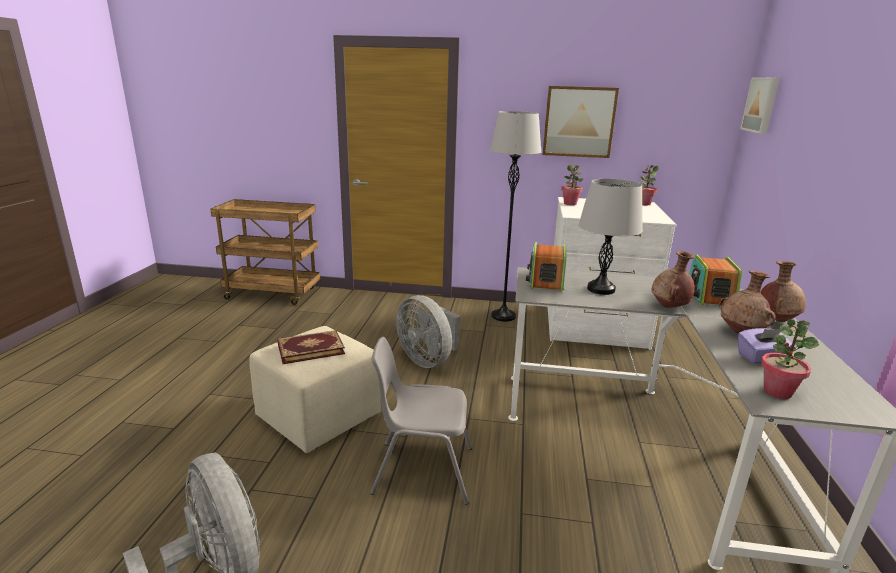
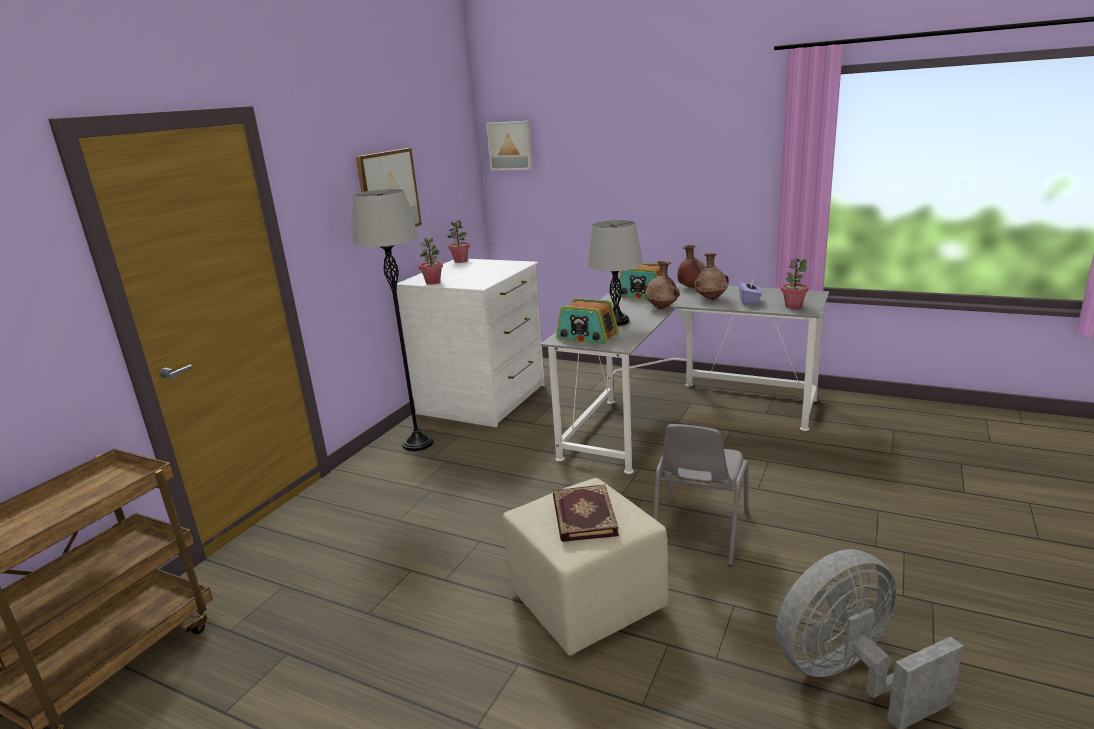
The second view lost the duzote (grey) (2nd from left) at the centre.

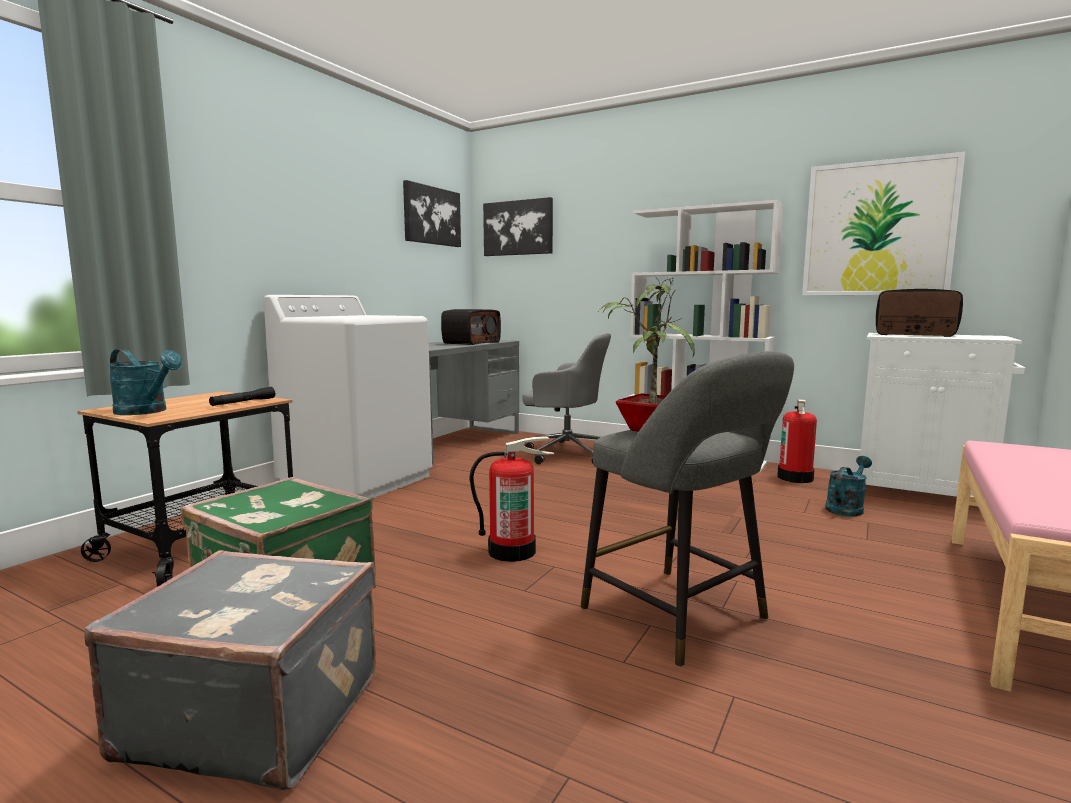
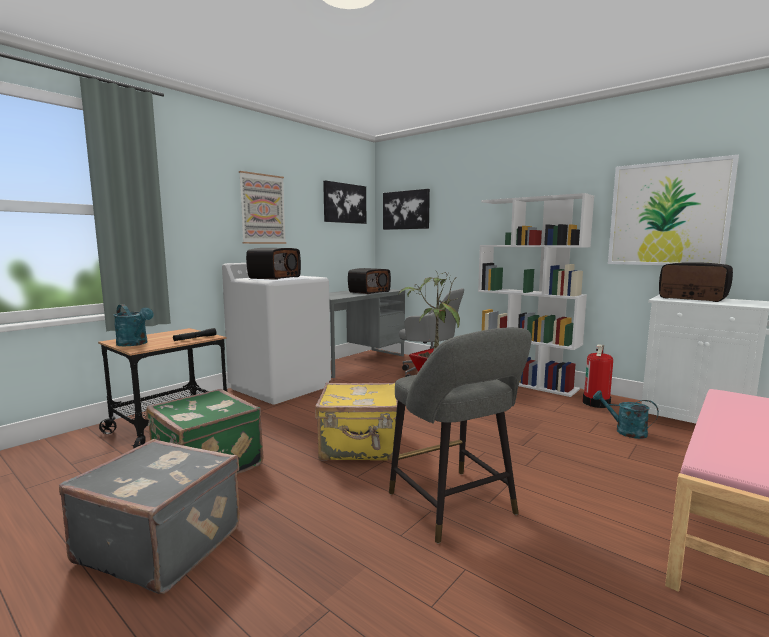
Where the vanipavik (1st from left) stood at the centre, the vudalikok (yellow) came to stand at the centre. The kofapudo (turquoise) (2nd from left) at the middle right ended up facing another way, 105 degrees counterclockwise from before. The second view gained the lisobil (1st from left) at the top centre. The second view gained the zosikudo (1st from left) at the centre.

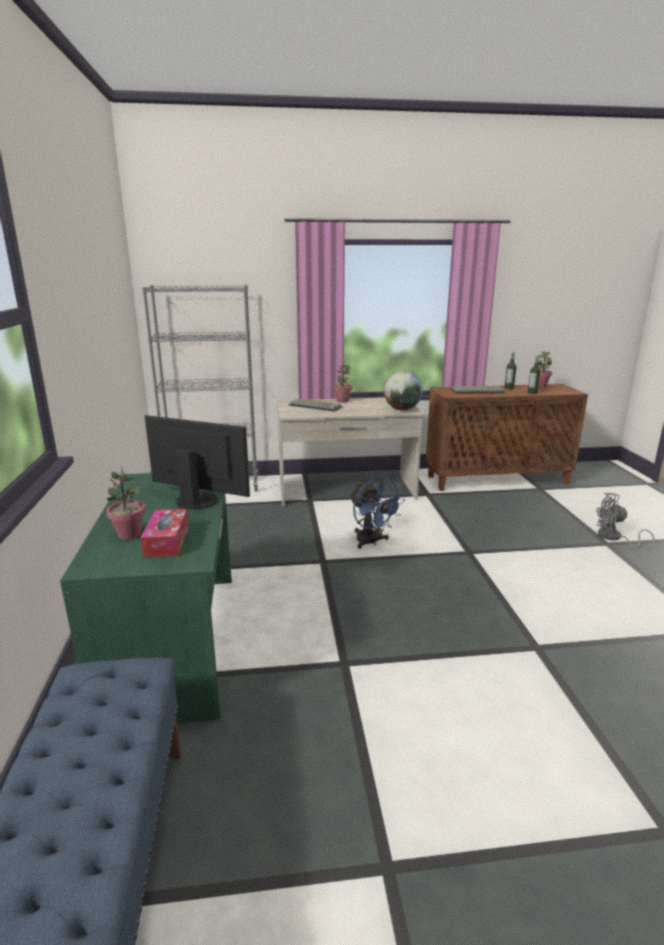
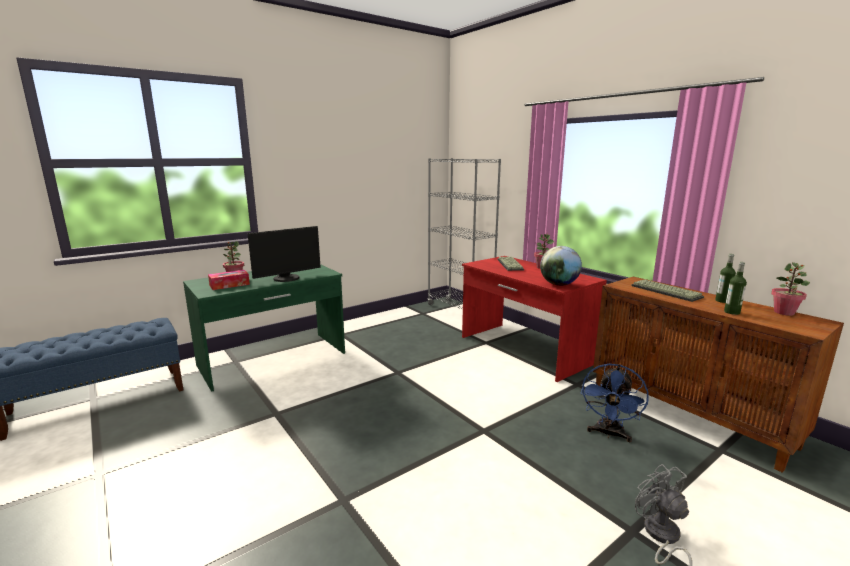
The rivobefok at the middle left ended up facing another way, 60 degrees clockwise from before. What was the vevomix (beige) at the centre turned into the vevomix (red) at the centre. The duzote (blue) ended up elsewhere, having gone from the centre to the bottom right.

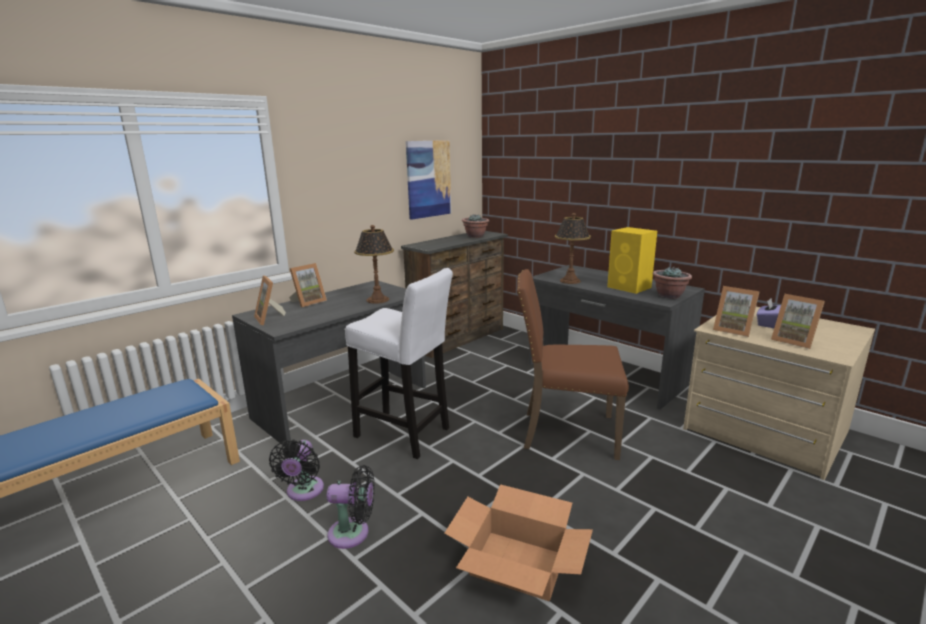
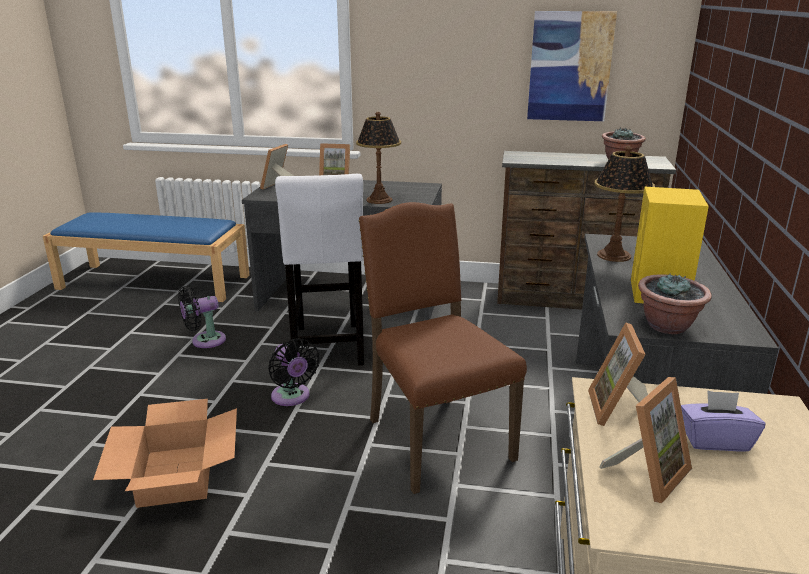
The duzote (black) (2nd from left) ended up elsewhere, having gone from the bottom centre to the centre. The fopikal (4th from left) at the middle right ended up facing another way, 150 degrees counterclockwise from before.

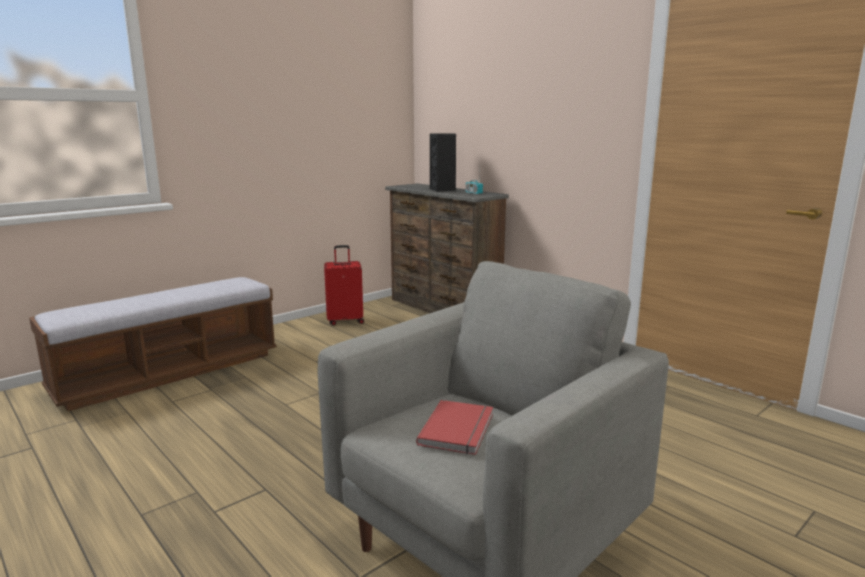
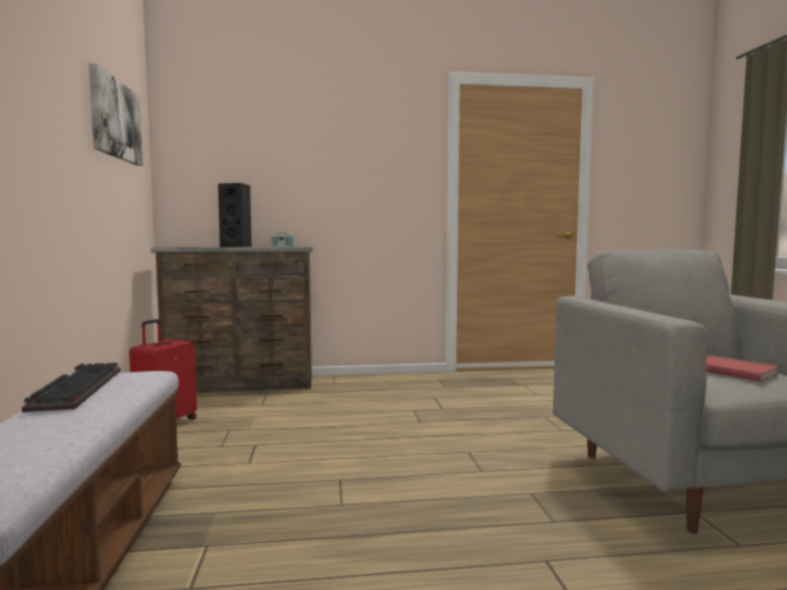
The second view gained the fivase at the middle left. The second view gained the lisobil at the top left.

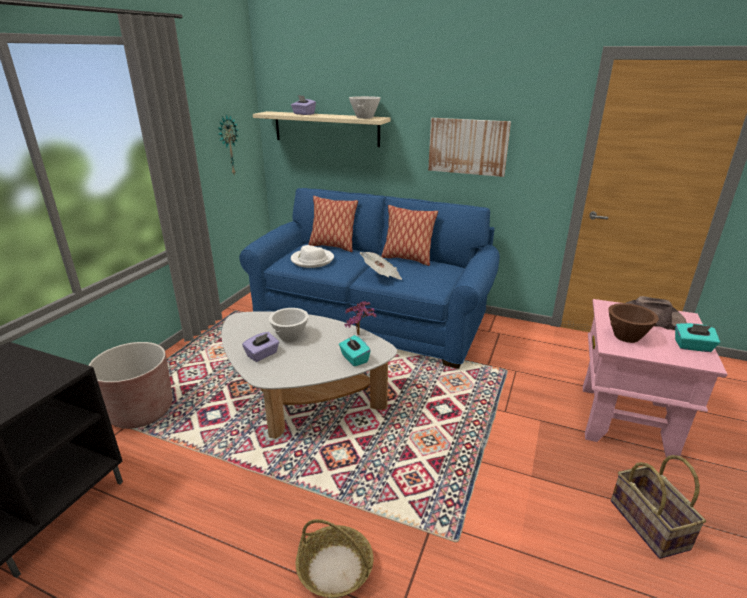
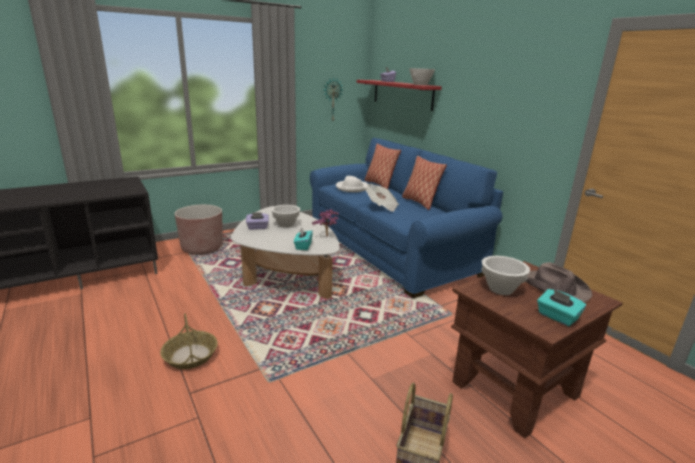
What was the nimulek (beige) at the top centre turned into the nimulek (red) at the top centre. The second view lost the lisobil at the top centre. What was the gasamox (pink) at the middle right turned into the gasamox (brown) at the bottom right. What was the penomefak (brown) at the middle right turned into the penomefak (white) (3rd from left) at the middle right.

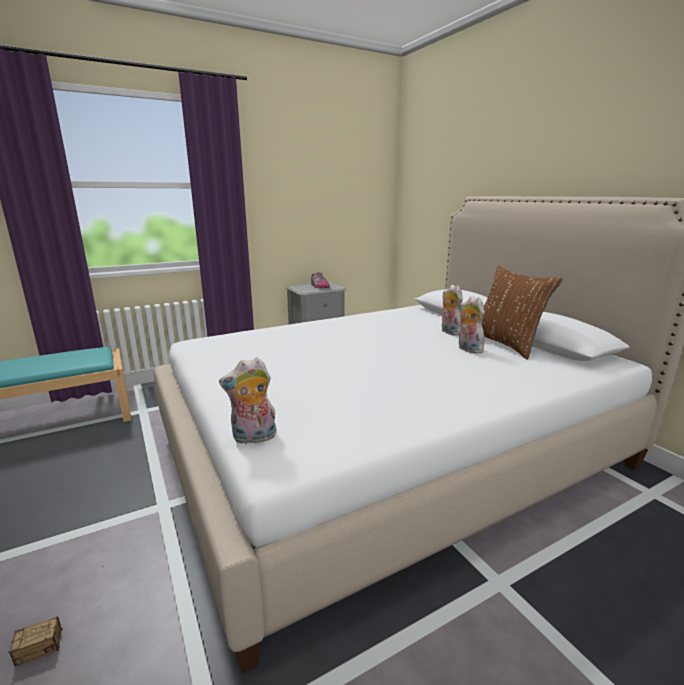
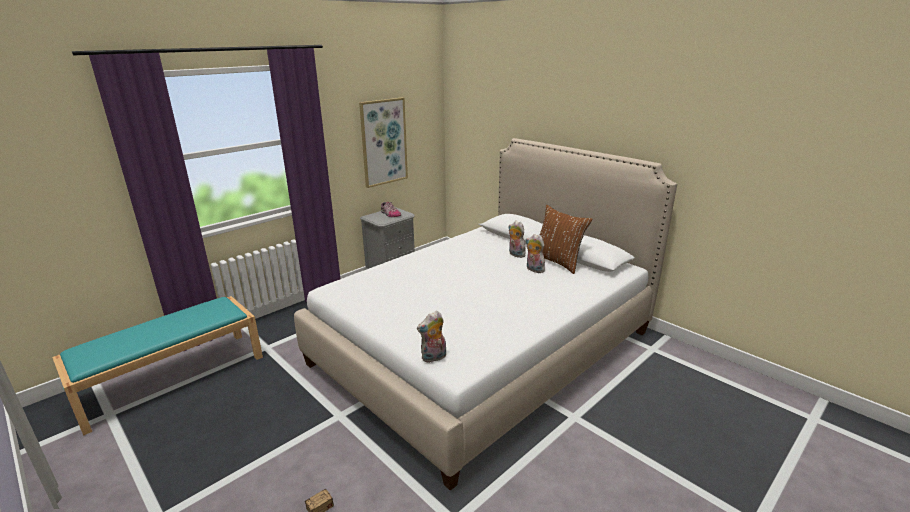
The second view gained the lisobil at the top centre.

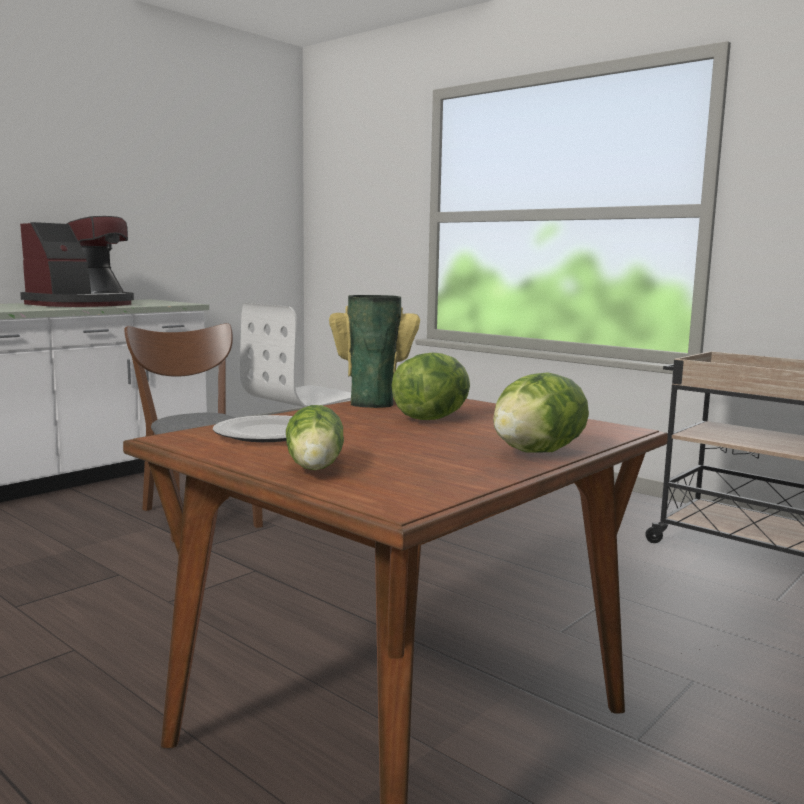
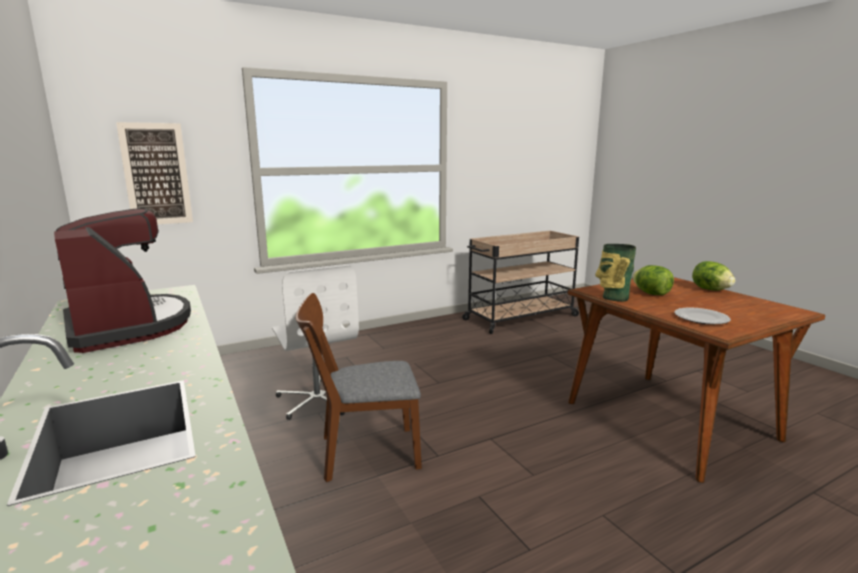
The second view lost the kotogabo (1st from left) at the centre. The second view gained the lisobil at the top left.

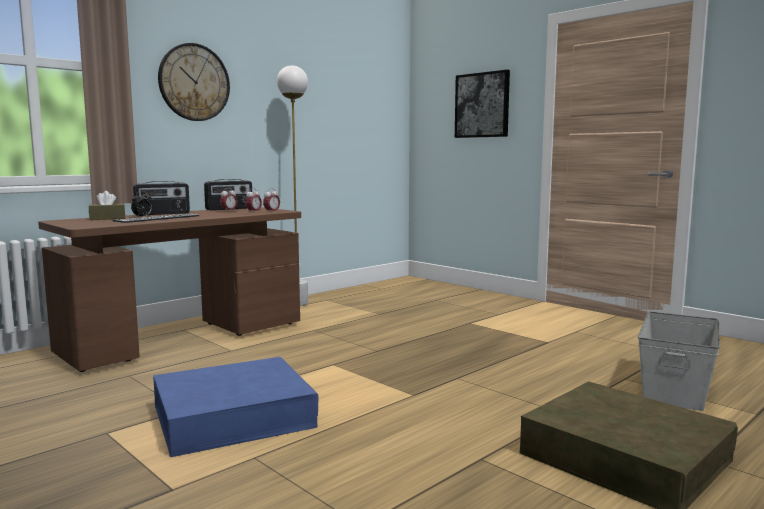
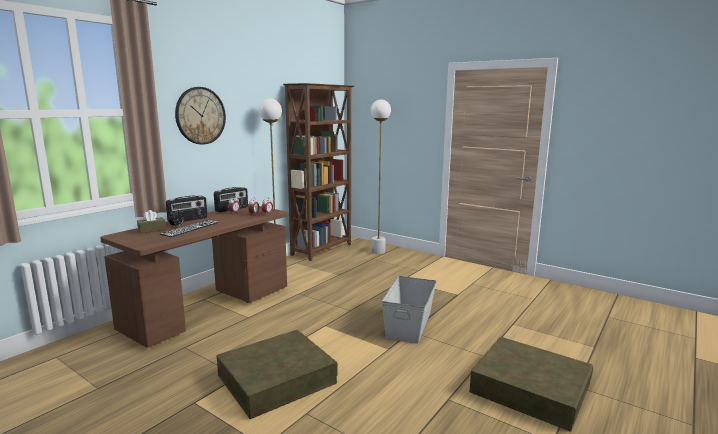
What was the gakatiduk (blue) at the bottom left turned into the gakatiduk (brown) (1st from left) at the bottom centre. The second view lost the lisobil at the top centre. The gakatiduk (grey) ended up elsewhere, having gone from the bottom right to the bottom centre. The second view gained the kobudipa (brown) at the centre. The second view gained the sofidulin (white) (2nd from left) at the centre.

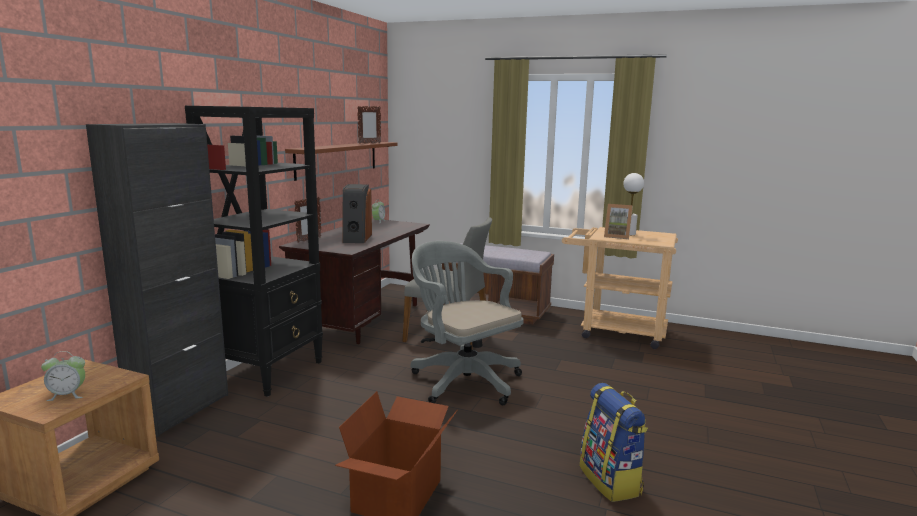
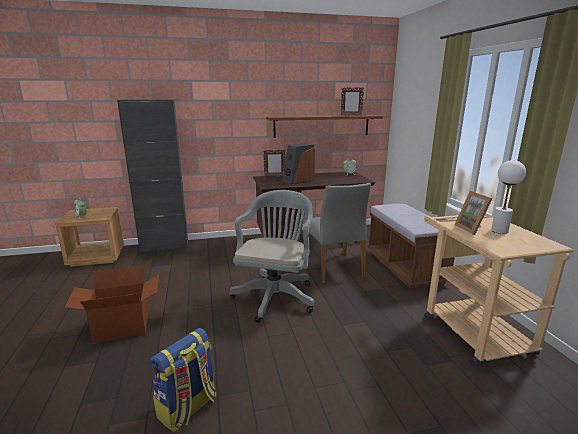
The second view lost the kobudipa (black) at the middle left.

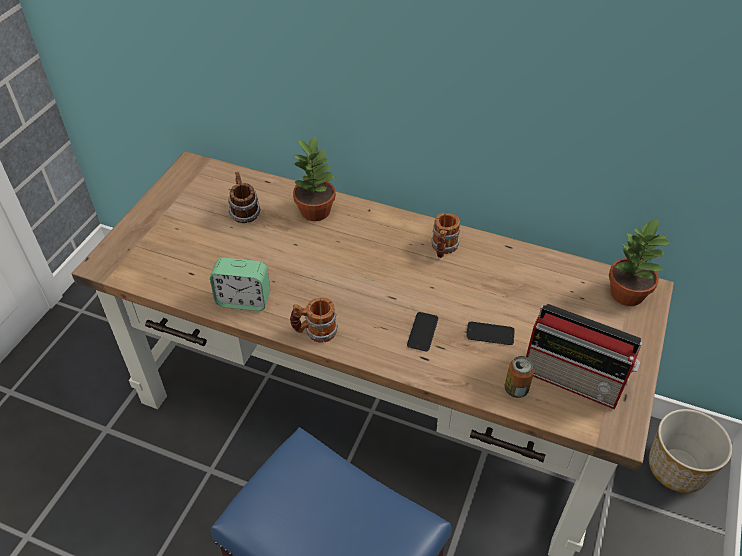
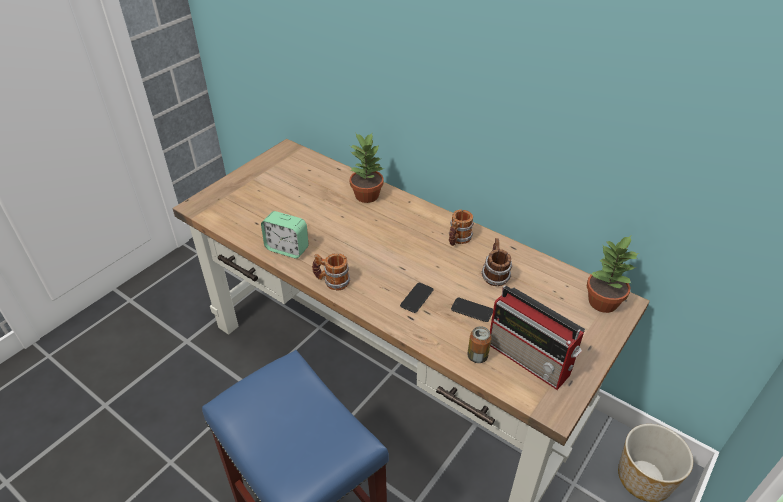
The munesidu (1st from left in the first image) ended up elsewhere, having gone from the middle left to the centre.

